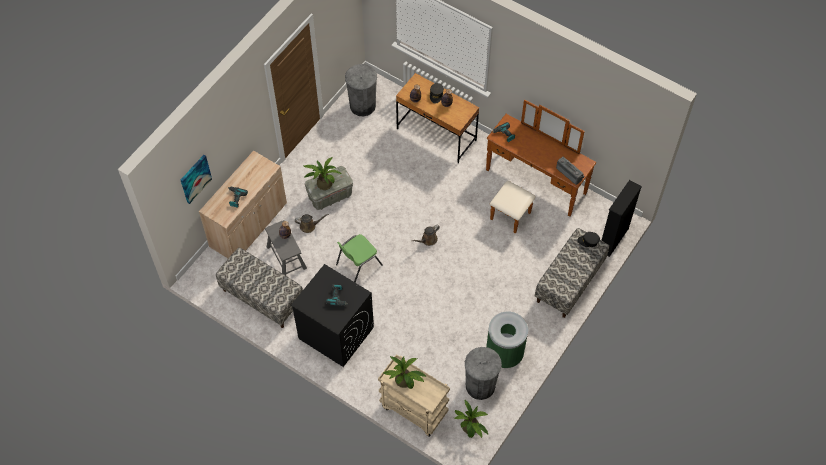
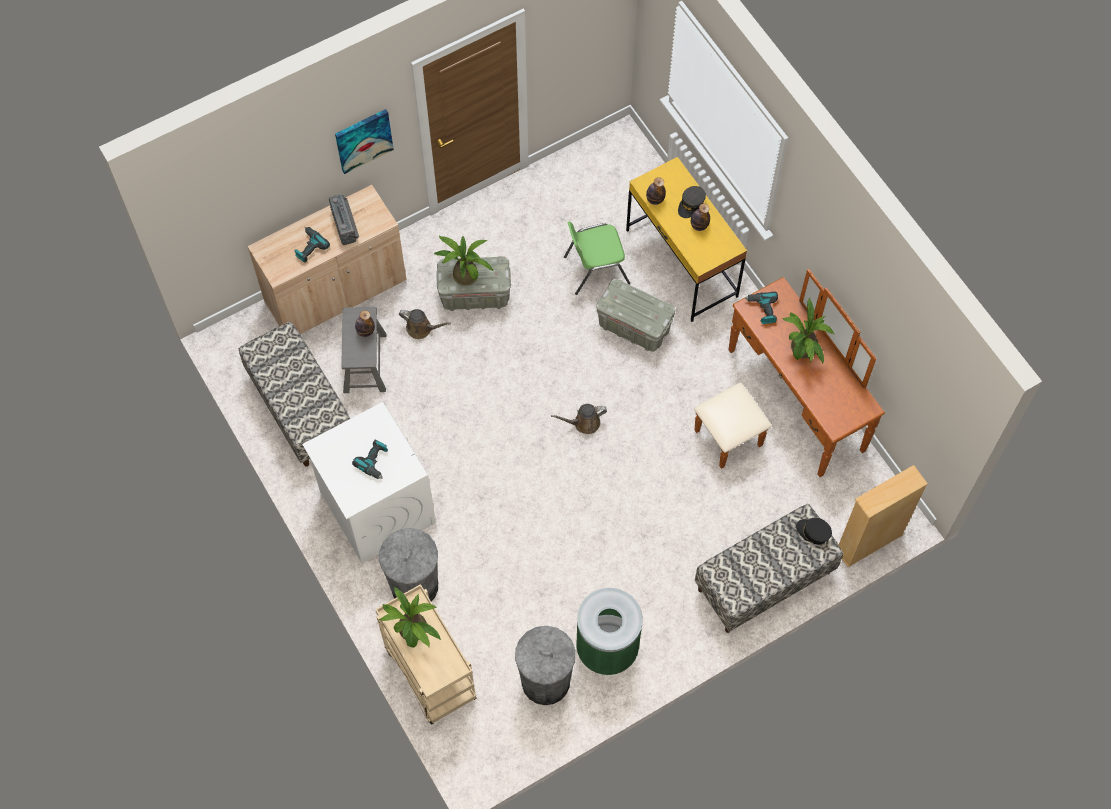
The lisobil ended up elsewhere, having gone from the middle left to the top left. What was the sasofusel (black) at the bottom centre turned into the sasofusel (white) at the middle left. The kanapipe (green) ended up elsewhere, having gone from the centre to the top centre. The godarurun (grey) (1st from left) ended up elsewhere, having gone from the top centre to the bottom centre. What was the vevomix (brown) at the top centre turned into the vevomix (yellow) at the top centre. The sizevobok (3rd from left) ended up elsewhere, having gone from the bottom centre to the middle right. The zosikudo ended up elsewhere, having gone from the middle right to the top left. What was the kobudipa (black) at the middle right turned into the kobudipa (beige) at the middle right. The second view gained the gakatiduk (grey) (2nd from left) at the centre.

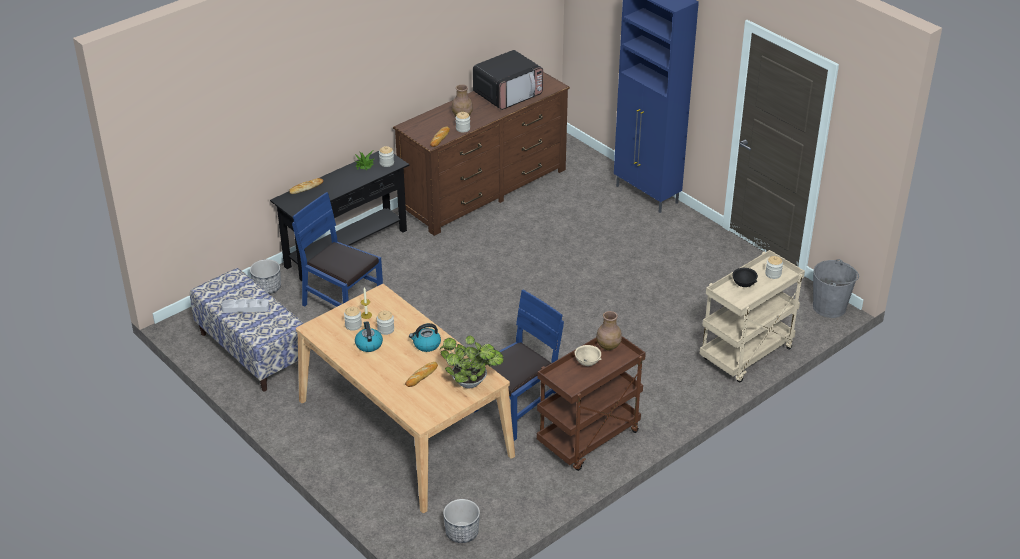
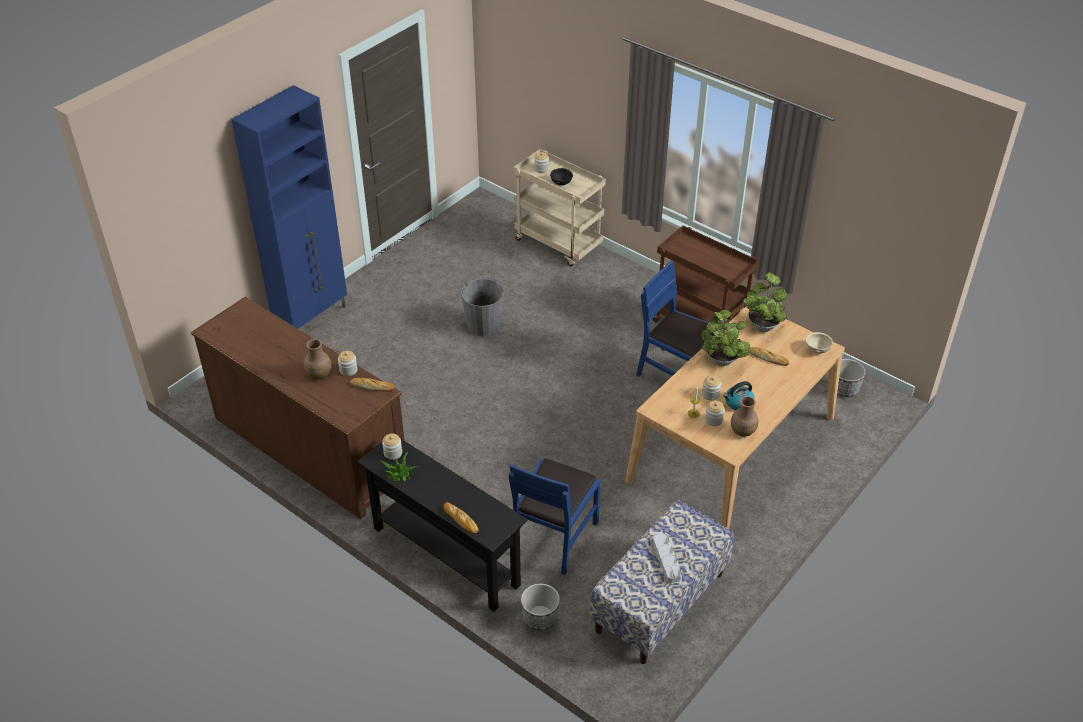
Where the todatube (2nd from left) stood at the centre, the sizevobok (2nd from left) came to stand at the middle right. The second view lost the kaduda at the top centre. The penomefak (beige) ended up elsewhere, having gone from the centre to the middle right. The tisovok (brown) (2nd from left) ended up elsewhere, having gone from the centre to the middle right. The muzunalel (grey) ended up elsewhere, having gone from the middle right to the centre.

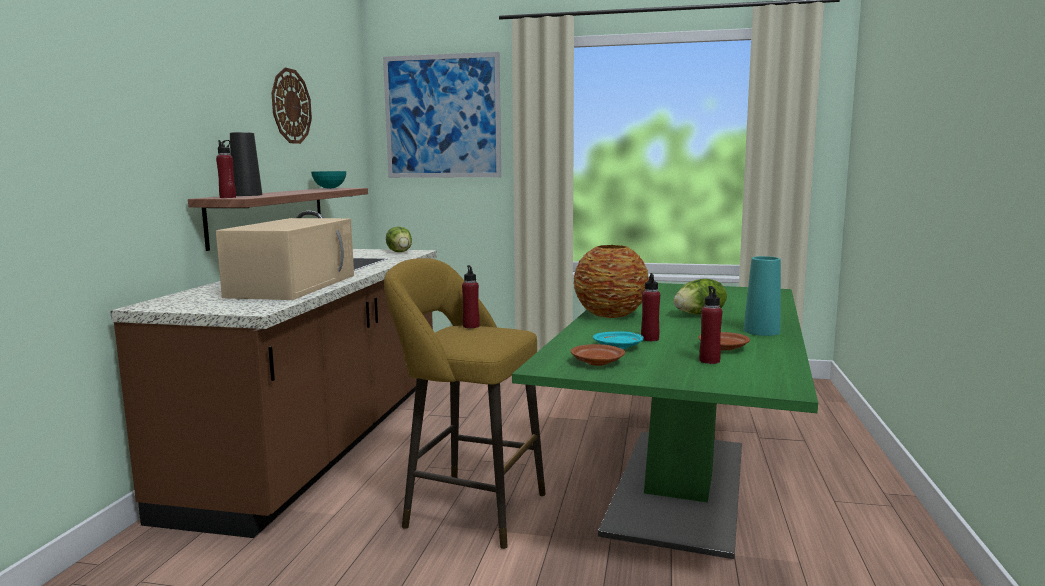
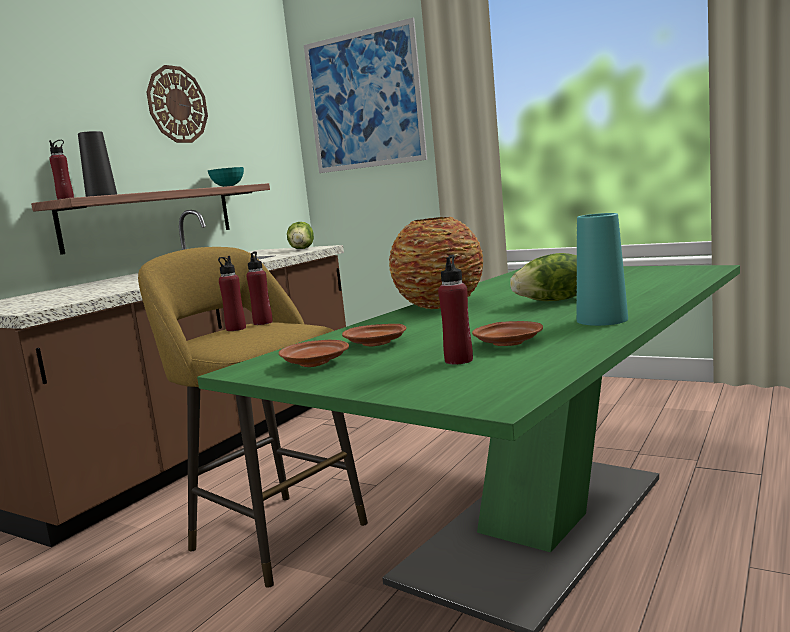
The second view lost the kaduda (beige) at the middle left. What was the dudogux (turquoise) at the centre turned into the dudogux (brown) (2nd from left) at the centre. The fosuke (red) (3rd from left in the first image) ended up elsewhere, having gone from the centre to the middle left.

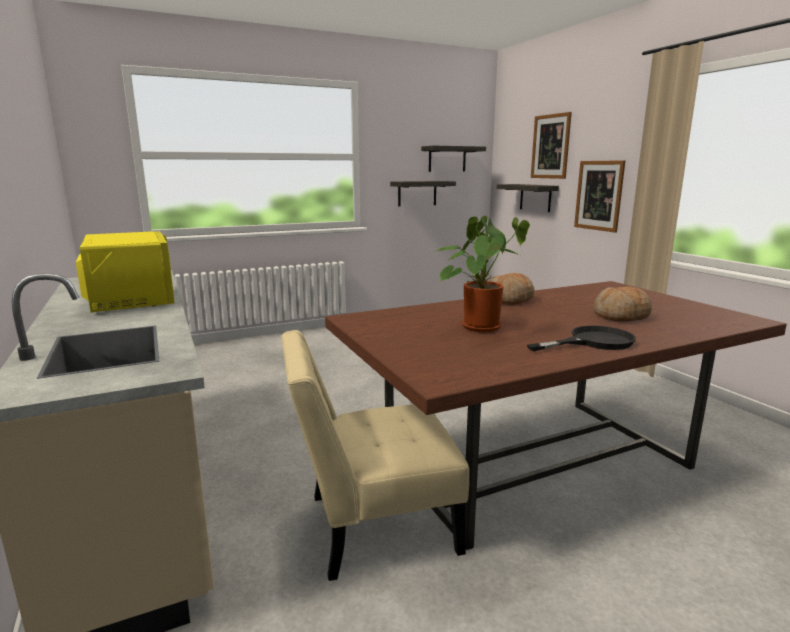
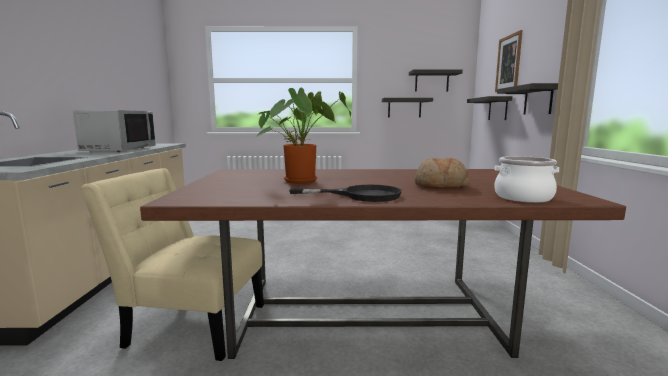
What was the kaduda (yellow) at the middle left turned into the kaduda (grey) at the middle left. The second view lost the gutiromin (1st from left) at the centre. Where the lisobil (2nd from left) hung at the top right, the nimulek (4th from left) came to hang at the top right. The second view gained the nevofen at the middle right.

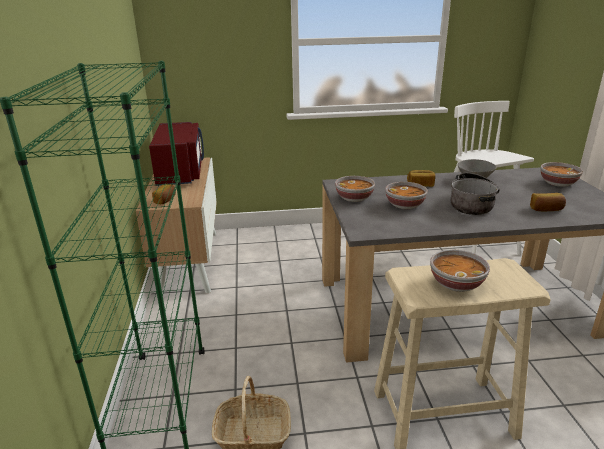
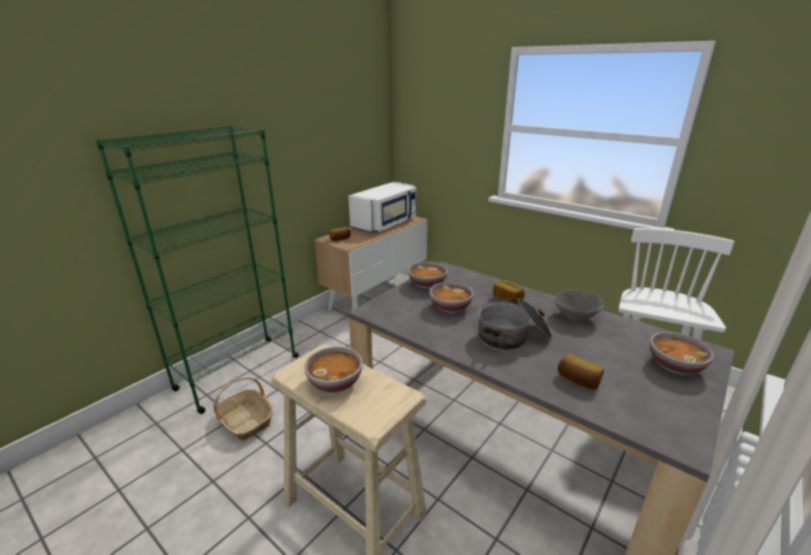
What was the kaduda (red) at the middle left turned into the kaduda (white) at the centre.

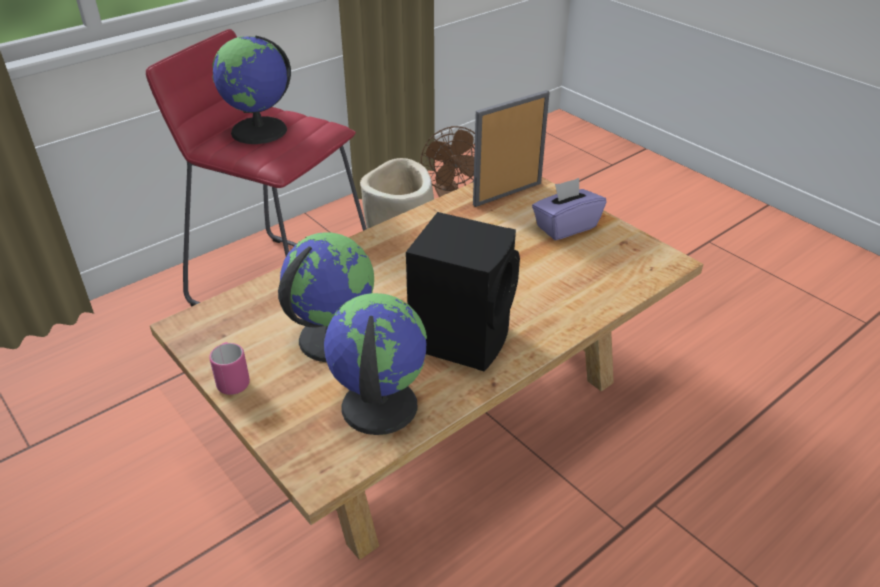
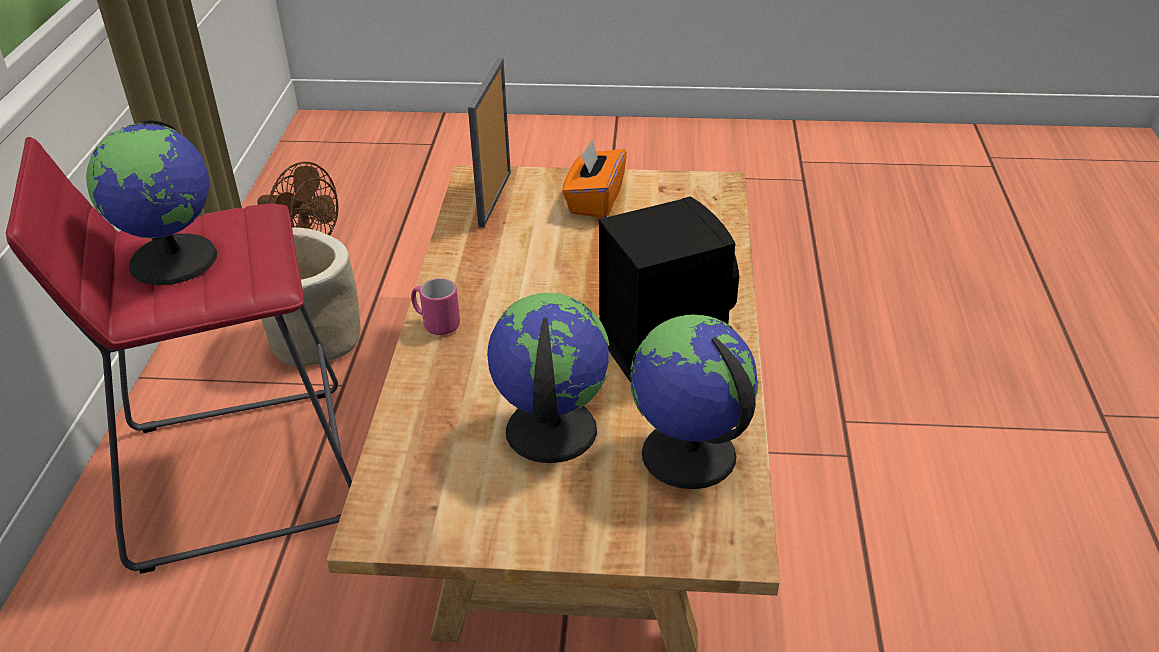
The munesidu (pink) ended up elsewhere, having gone from the middle left to the centre. What was the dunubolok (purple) at the centre turned into the dunubolok (orange) at the top centre.

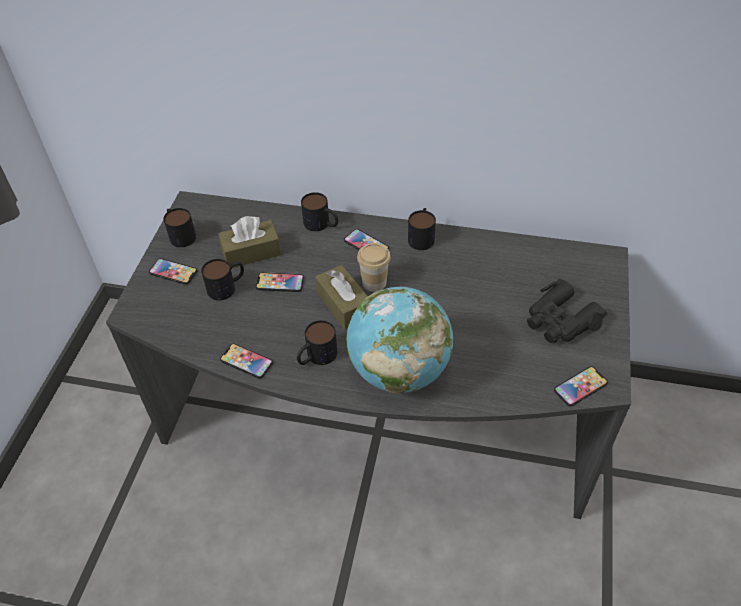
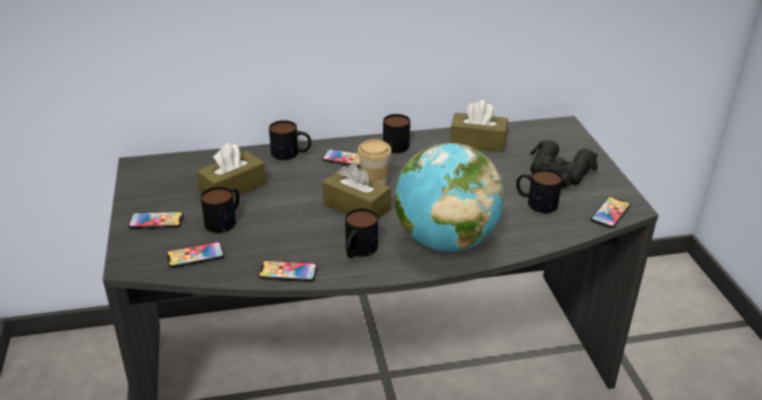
The munesidu (1st from left in the first image) ended up elsewhere, having gone from the middle left to the middle right. The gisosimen (3rd from left in the first image) ended up elsewhere, having gone from the centre to the middle left. The second view gained the dunubolok (brown) (3rd from left) at the top centre.

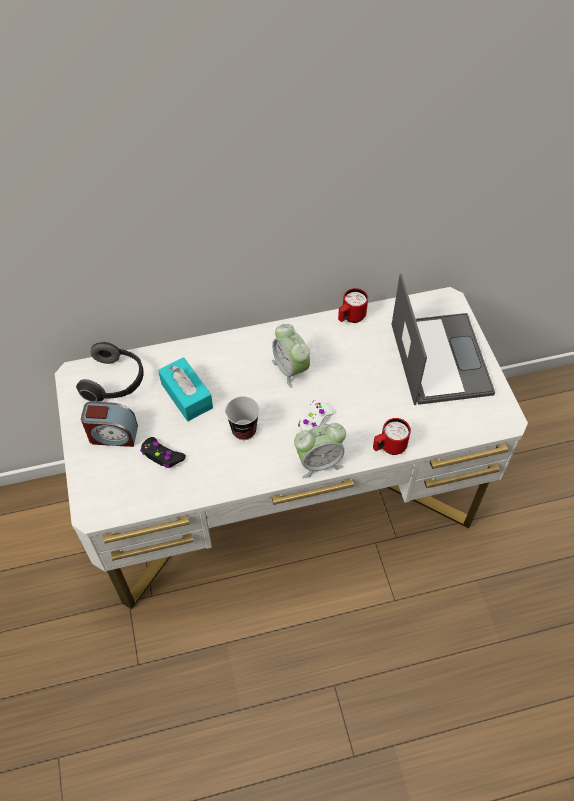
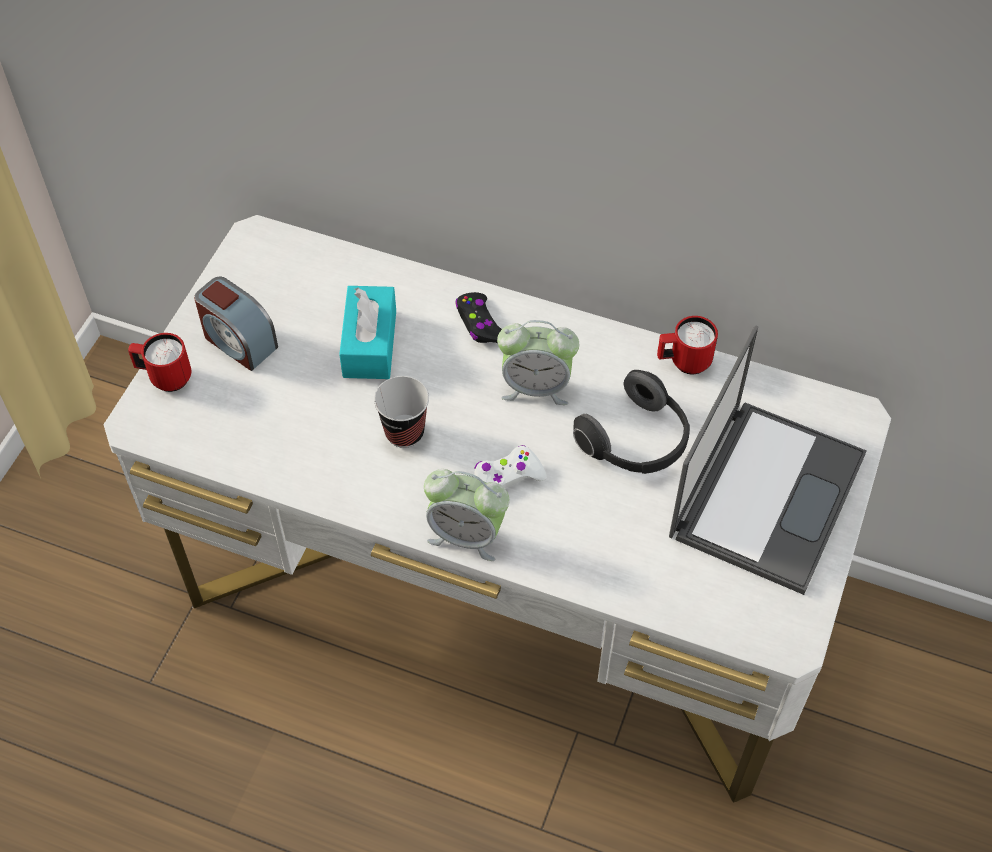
The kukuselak ended up elsewhere, having gone from the middle left to the centre. The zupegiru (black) ended up elsewhere, having gone from the middle left to the centre. The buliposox (2nd from left in the first image) at the centre ended up facing another way, 90 degrees counterclockwise from before. The munesidu (red) (2nd from left in the first image) ended up elsewhere, having gone from the middle right to the middle left.

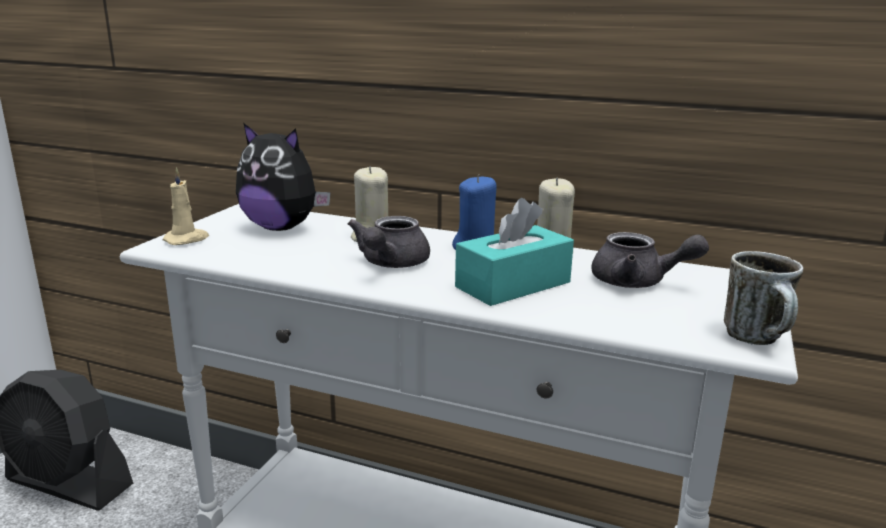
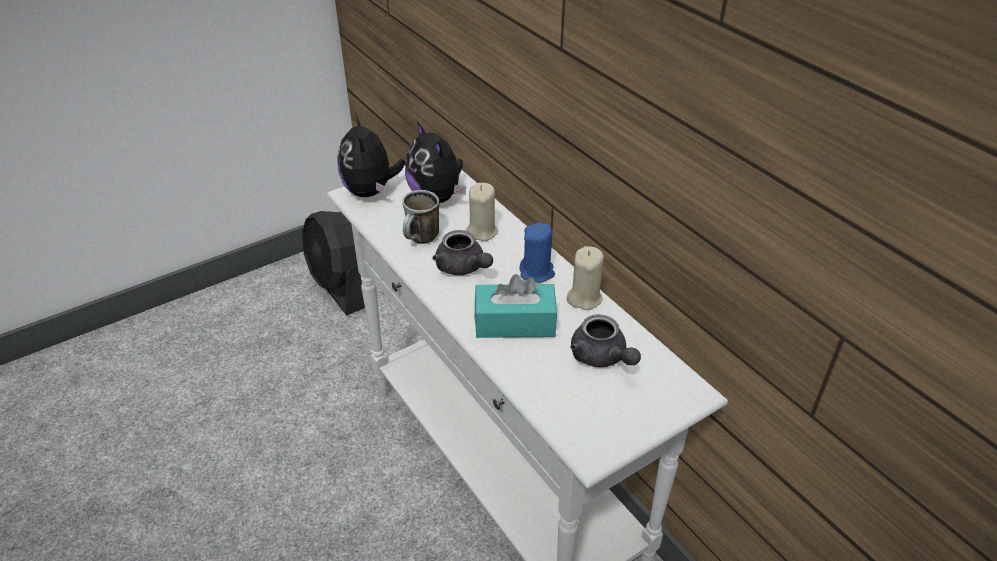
Where the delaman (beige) (1st from left) stood at the middle left, the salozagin (1st from left) came to stand at the top centre. The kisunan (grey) (1st from left) at the centre ended up facing another way, 90 degrees counterclockwise from before. The munesidu ended up elsewhere, having gone from the middle right to the centre.

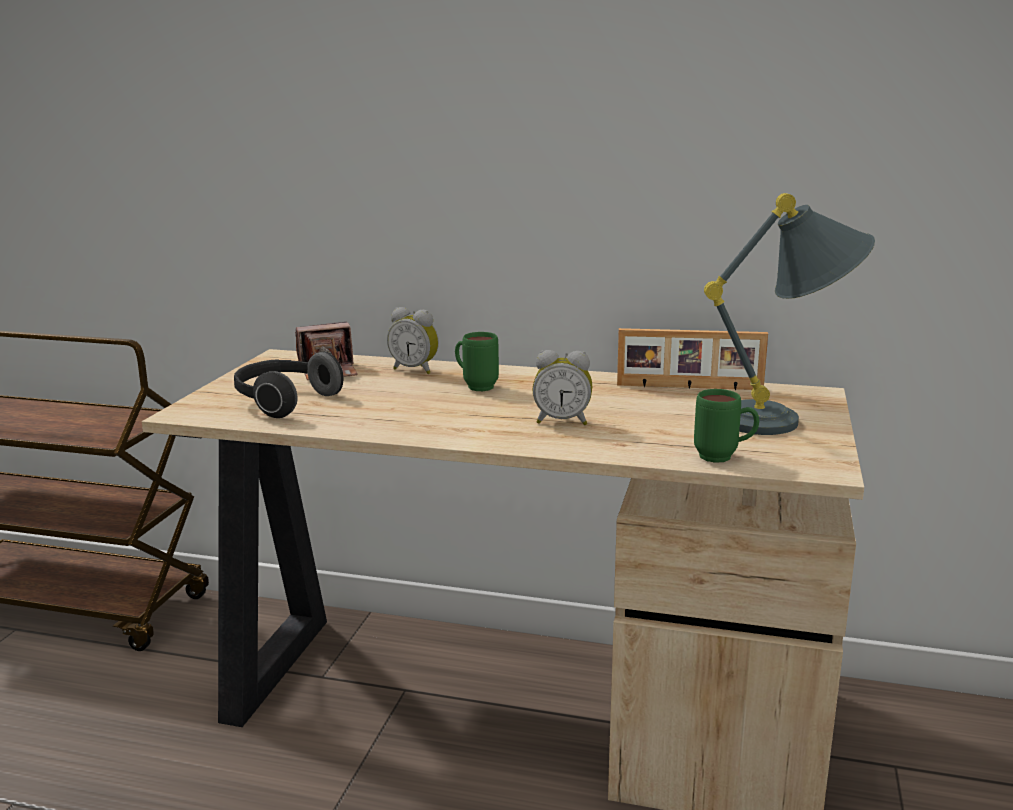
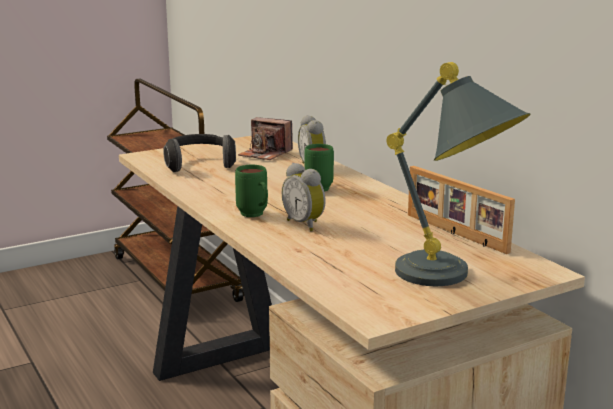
The munesidu (green) (2nd from left in the first image) ended up elsewhere, having gone from the middle right to the centre.

